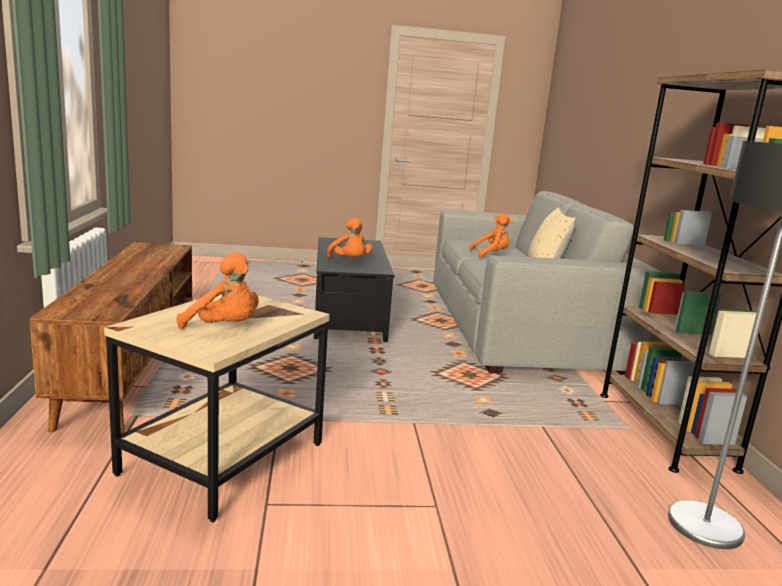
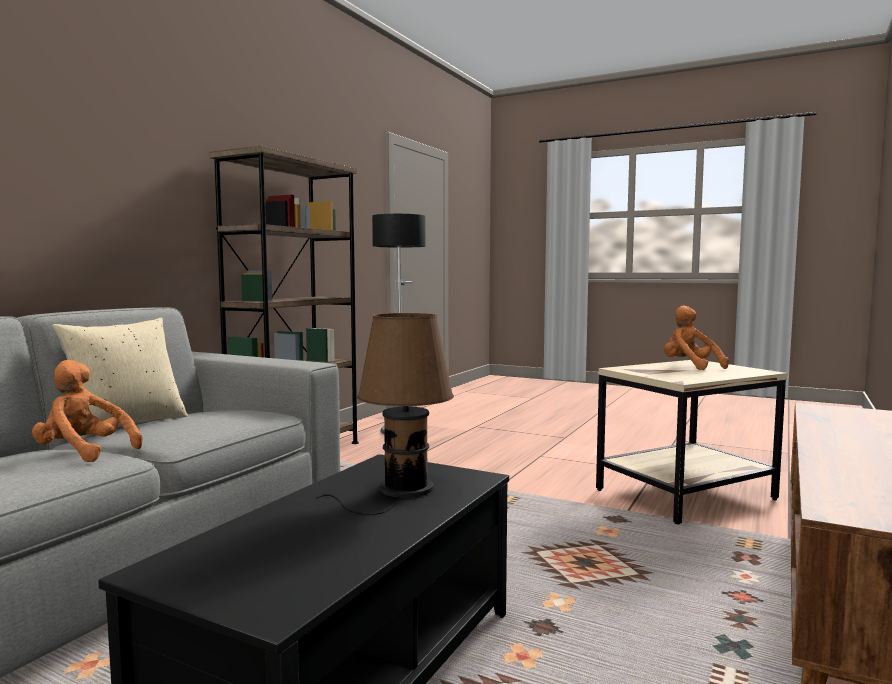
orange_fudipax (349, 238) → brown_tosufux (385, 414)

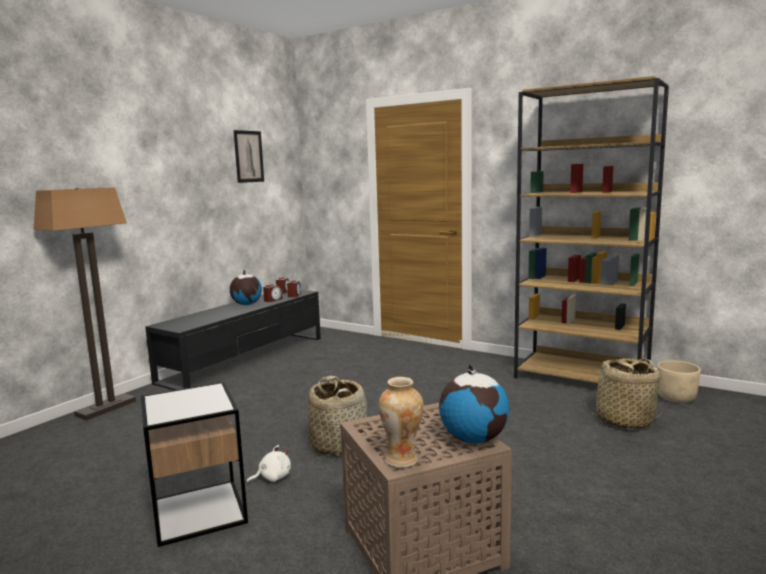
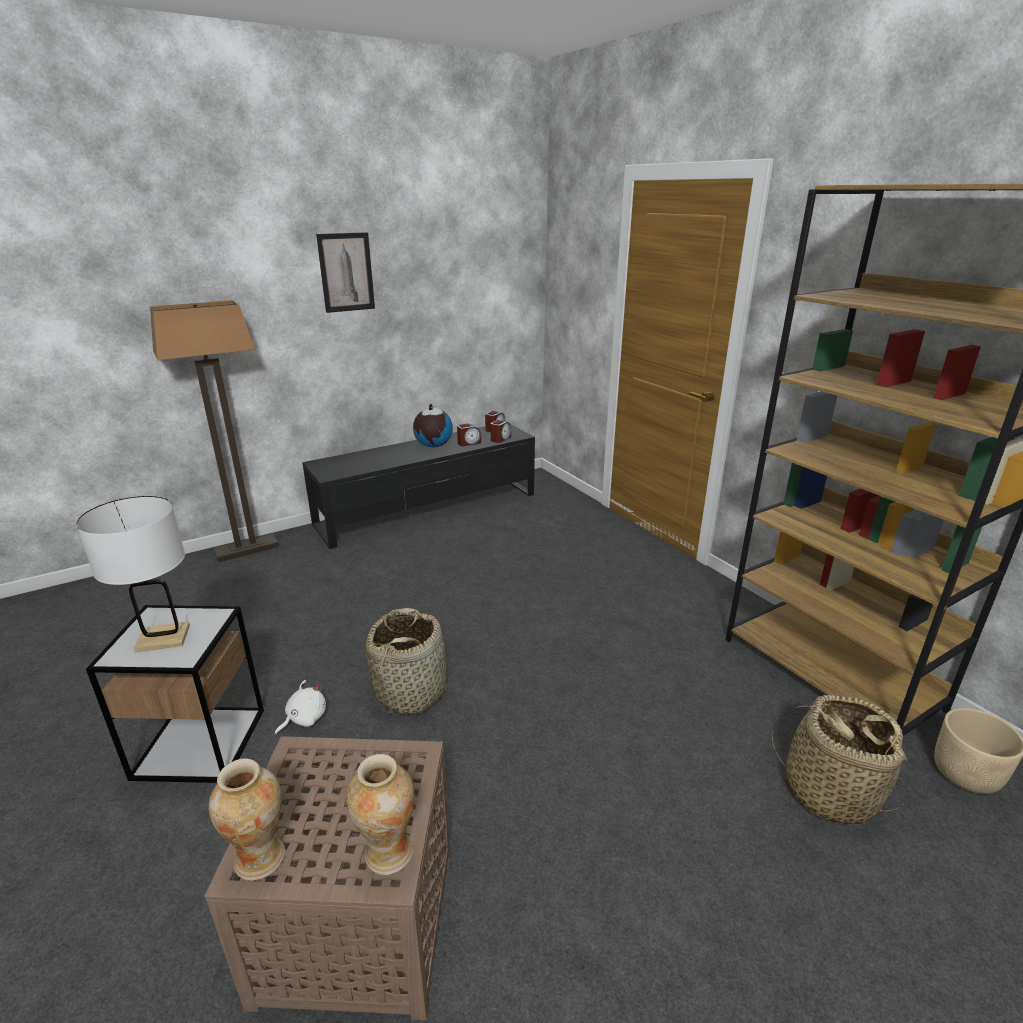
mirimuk (249, 156) → mirimuk (345, 272), shifted
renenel (474, 403) → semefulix (380, 814)
white_fudipax (268, 464) → white_fudipax (300, 707), 45 degrees counterclockwise
- → white_tosufux (133, 574)

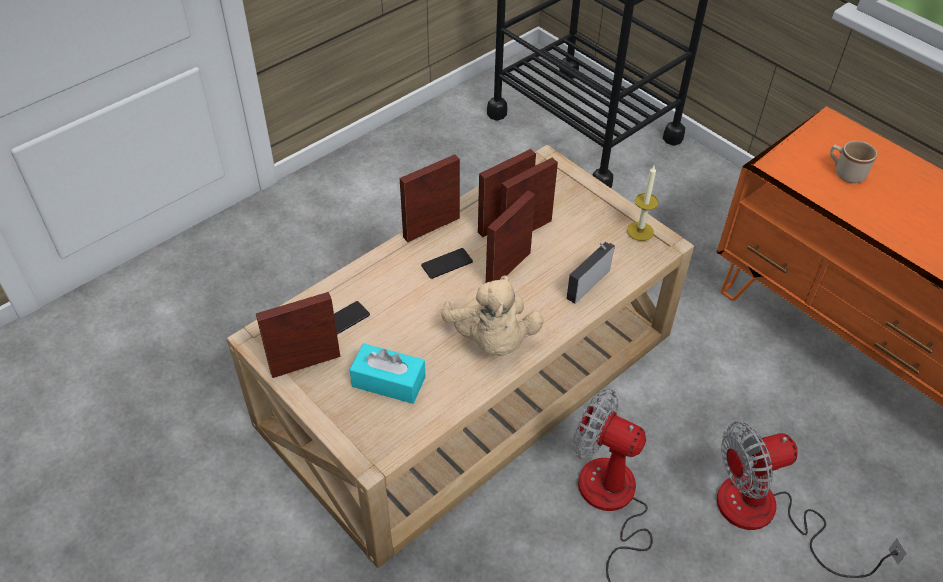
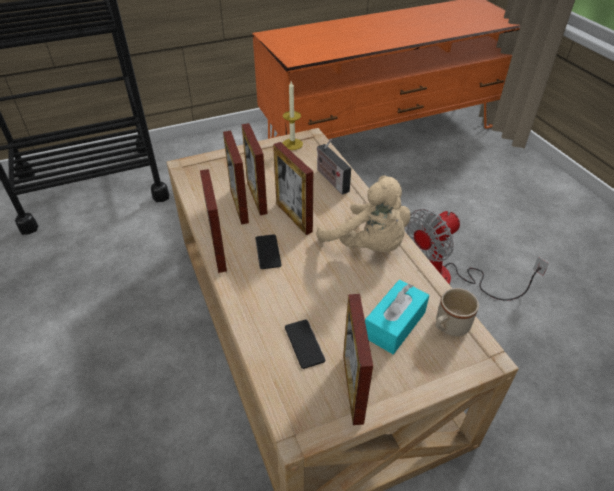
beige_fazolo (853, 162) → beige_fazolo (457, 312), shifted
beige_fudipax (492, 316) → beige_fudipax (364, 213), 45 degrees clockwise
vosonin (812, 500) → -

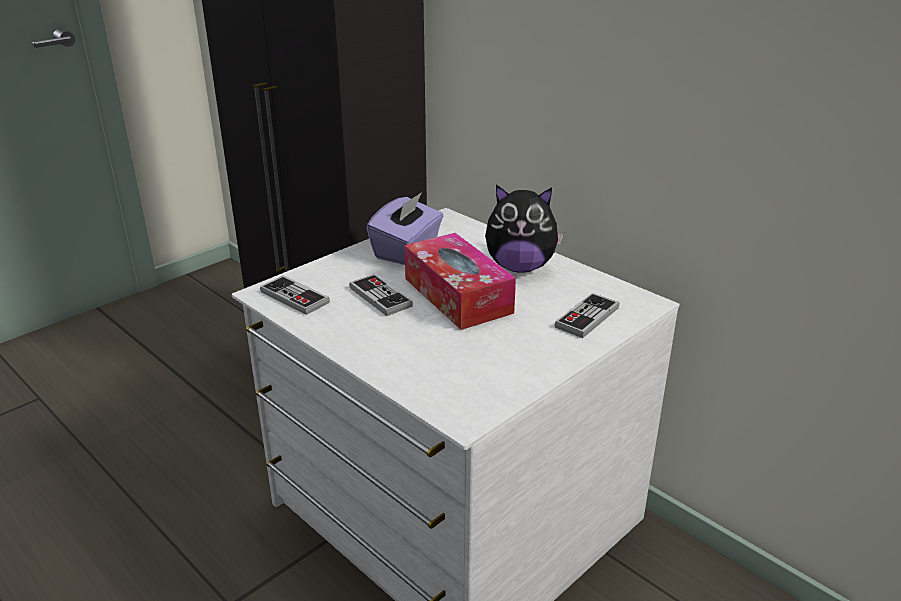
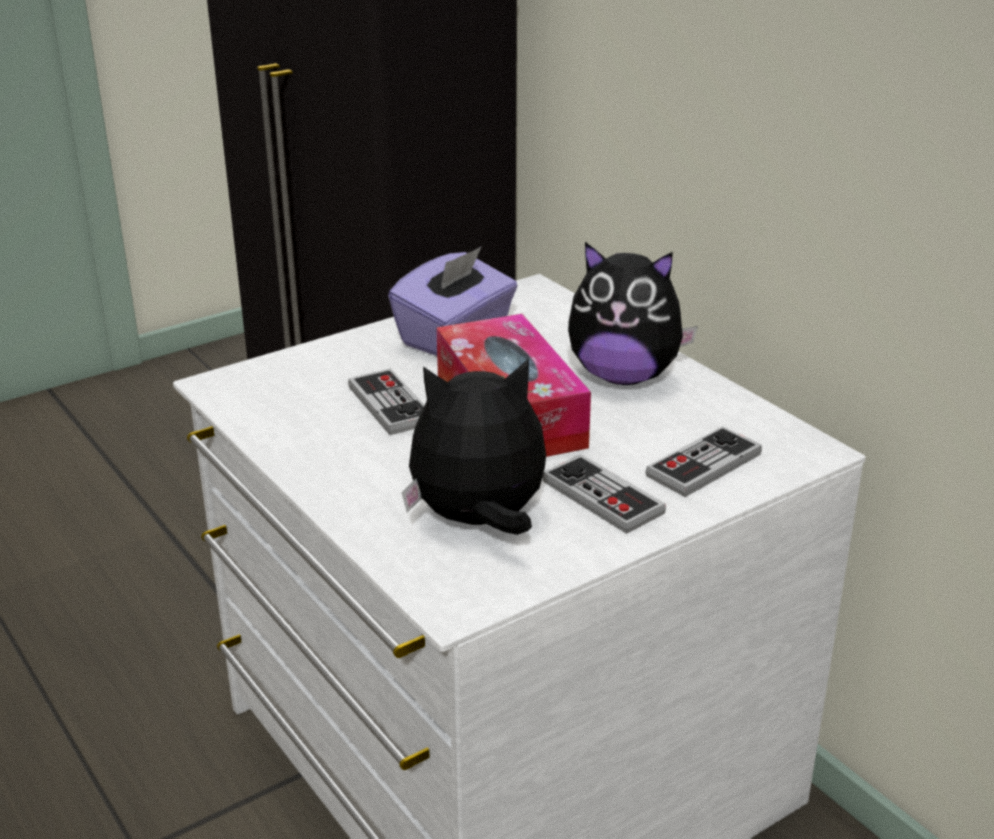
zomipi (295, 295) → zomipi (604, 494), shifted
- → fudipax (474, 446)

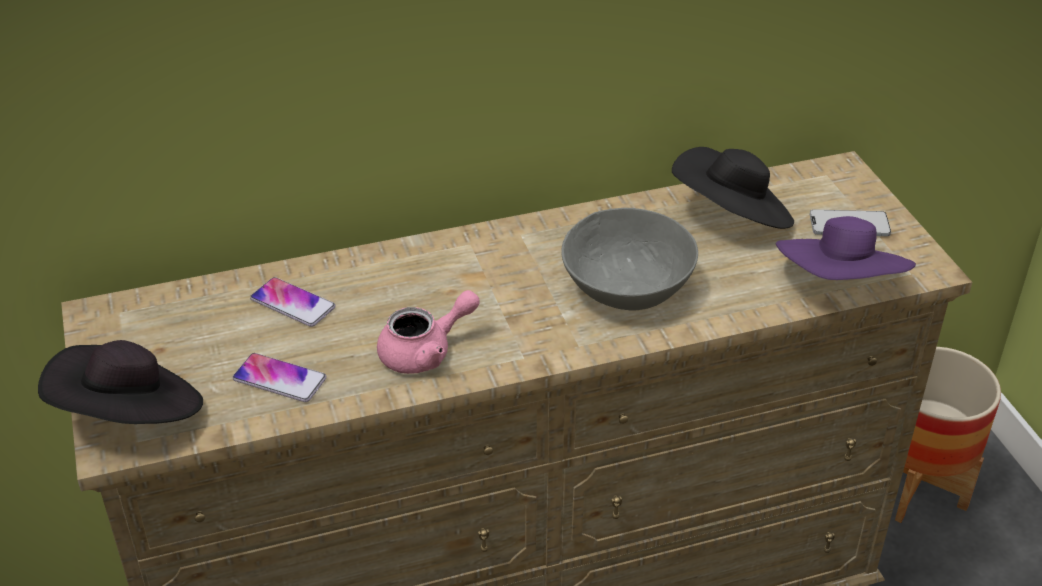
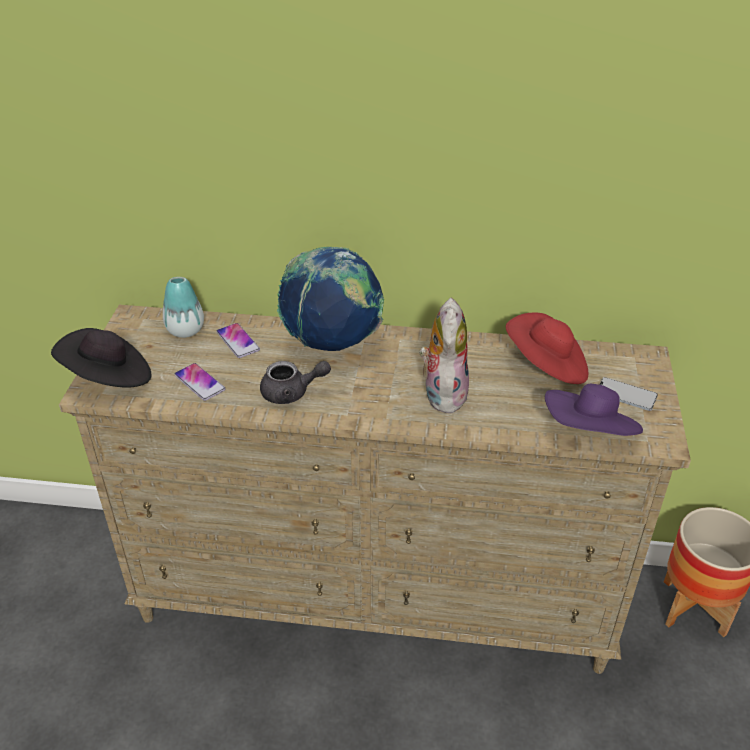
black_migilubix (733, 188) → red_migilubix (547, 348)
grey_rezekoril (629, 259) → fudipax (444, 356)
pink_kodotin (428, 332) → grey_kodotin (295, 382)
- → renenel (330, 299)
- → semefulix (183, 307)

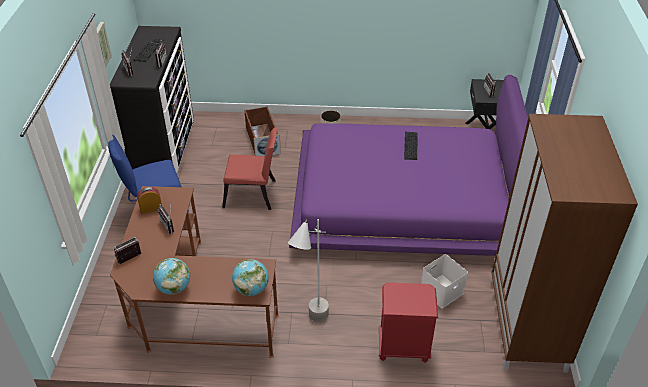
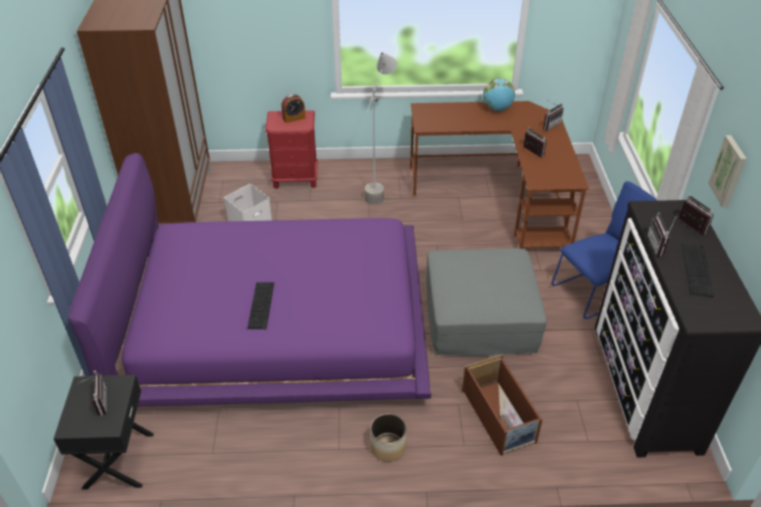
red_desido (249, 168) → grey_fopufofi (486, 302)
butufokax (149, 200) → butufokax (293, 108), shifted
renenel (250, 277) → -

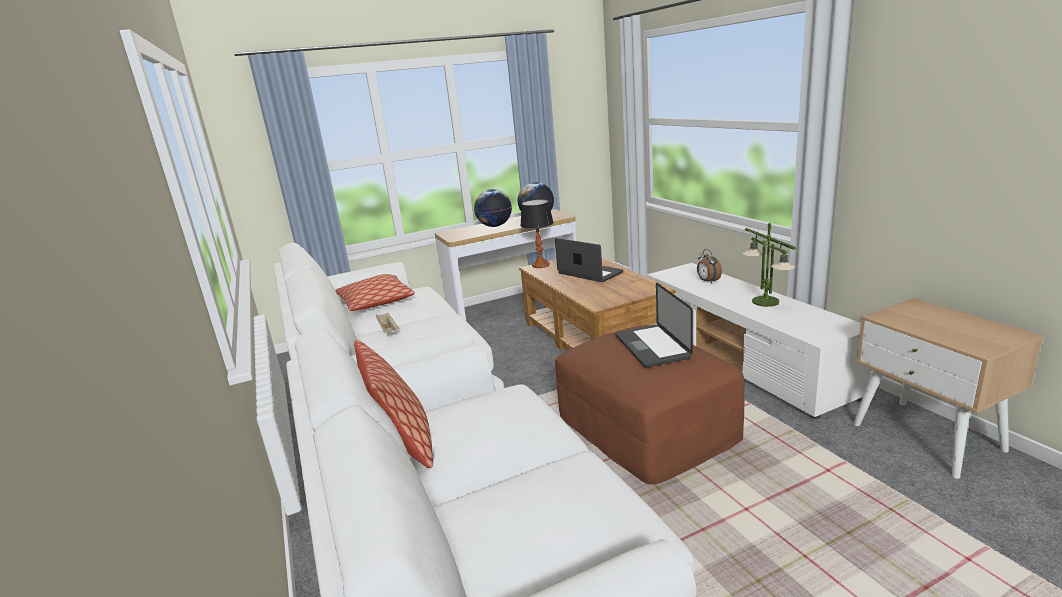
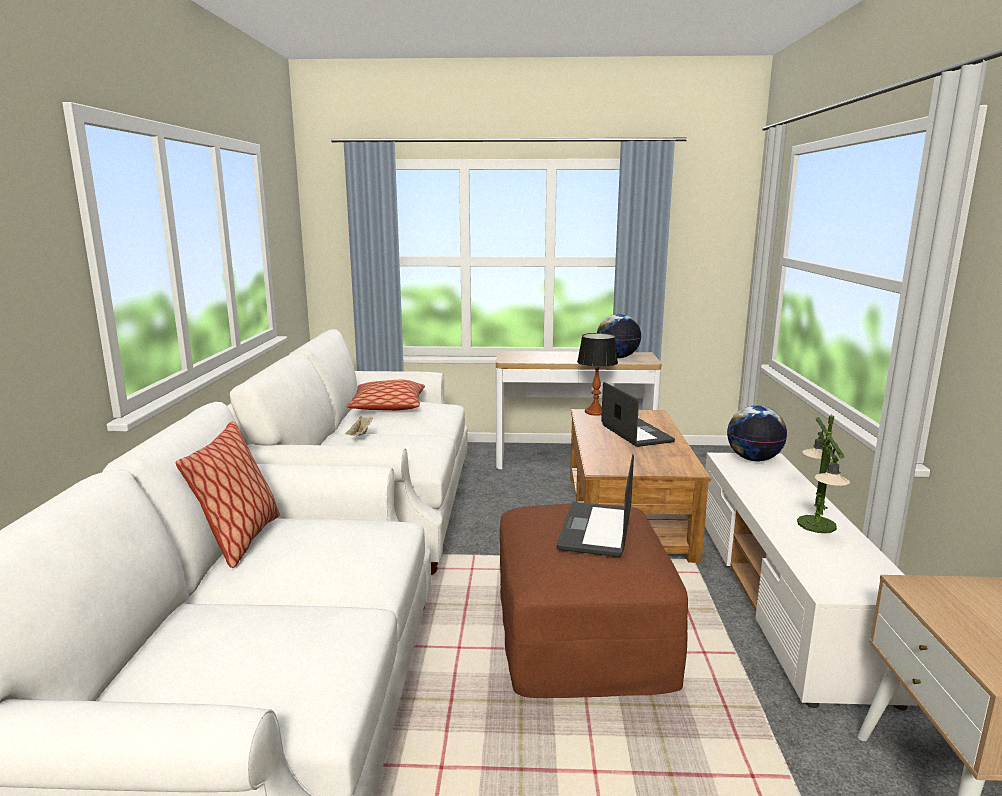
renenel (493, 208) → renenel (757, 433), shifted
butufokax (709, 266) → -

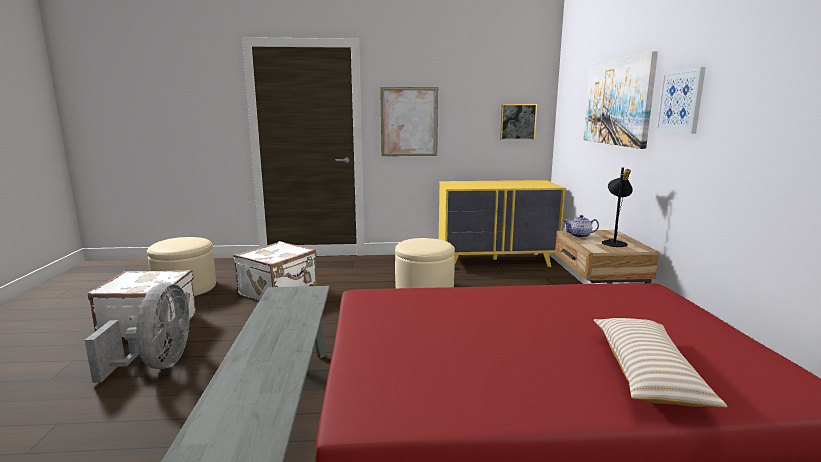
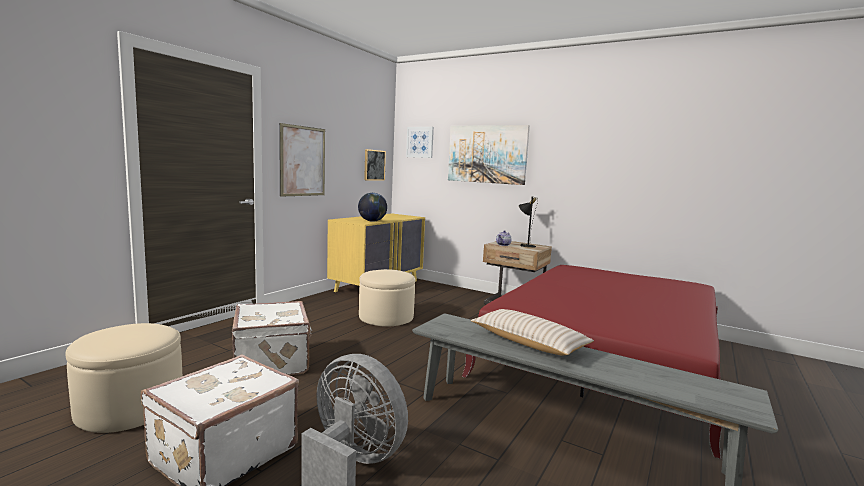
mirimuk (680, 100) → mirimuk (420, 142), shifted
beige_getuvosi (660, 363) → beige_getuvosi (532, 332), shifted
- → renenel (372, 207)

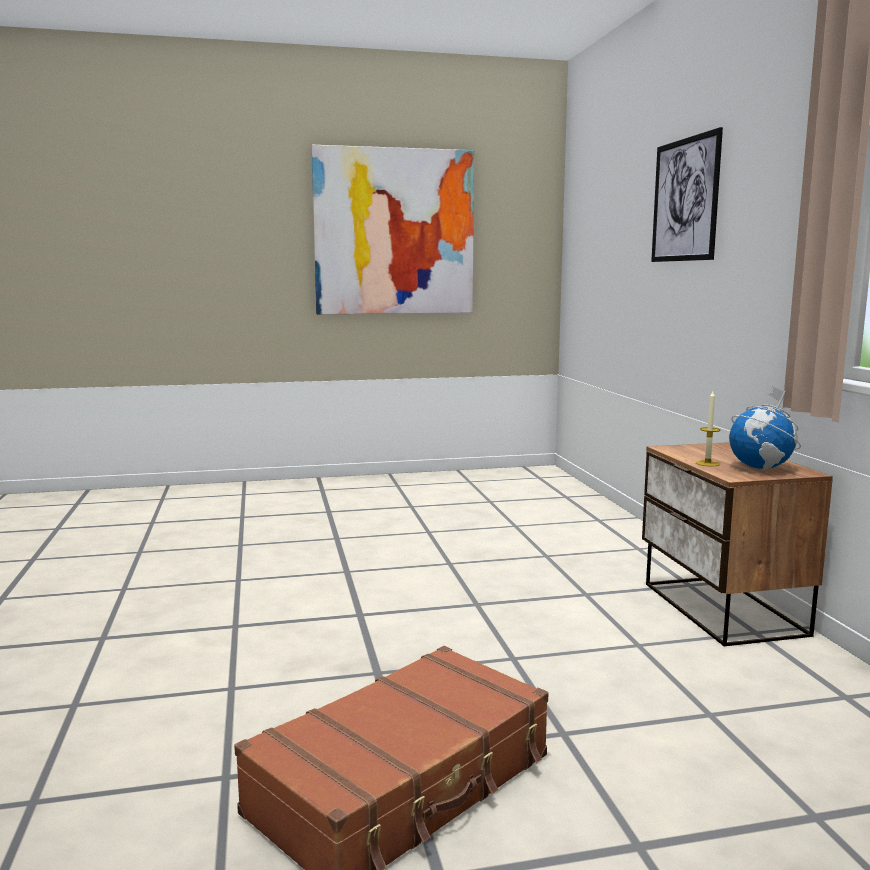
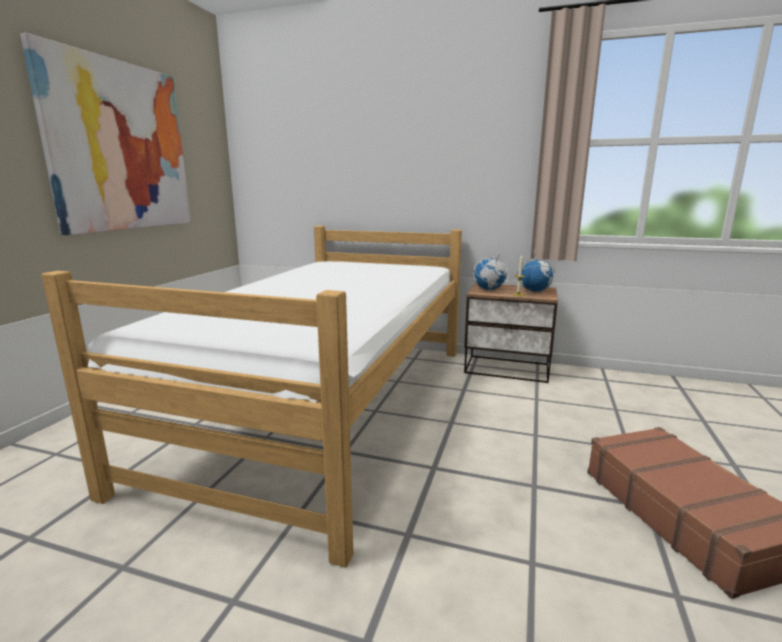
mirimuk (687, 194) → -
- → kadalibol (251, 397)
- → renenel (491, 270)

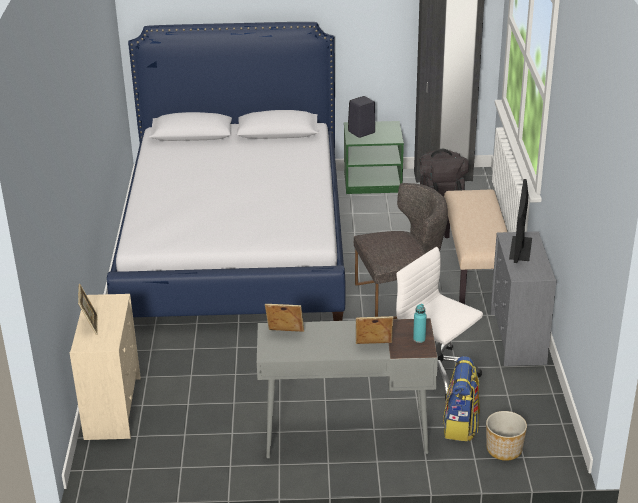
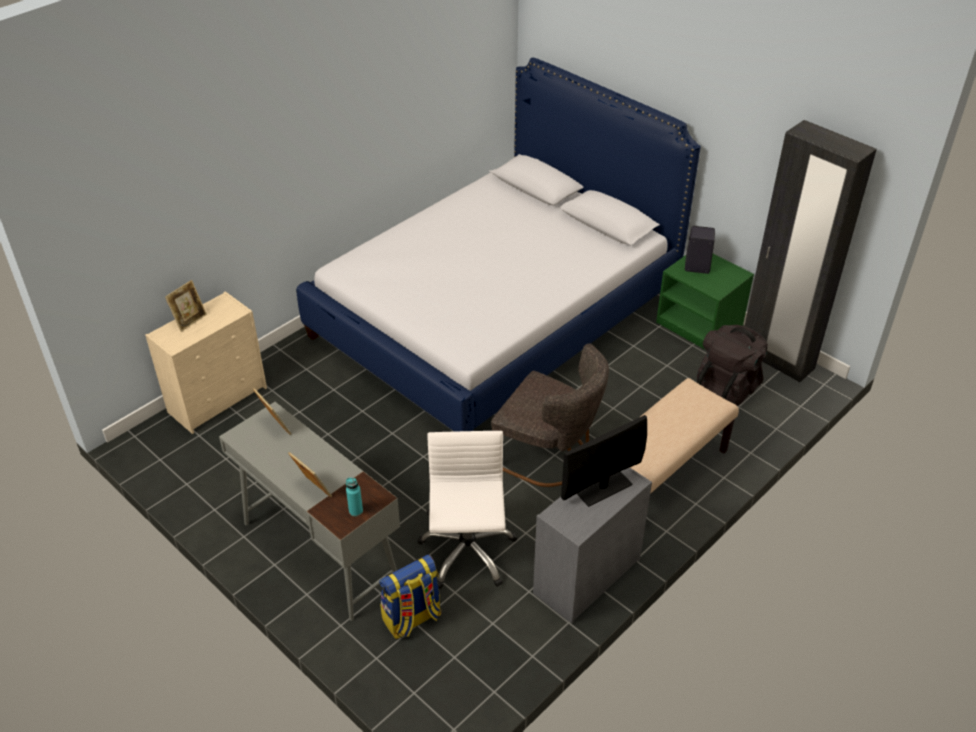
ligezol (506, 436) → -

